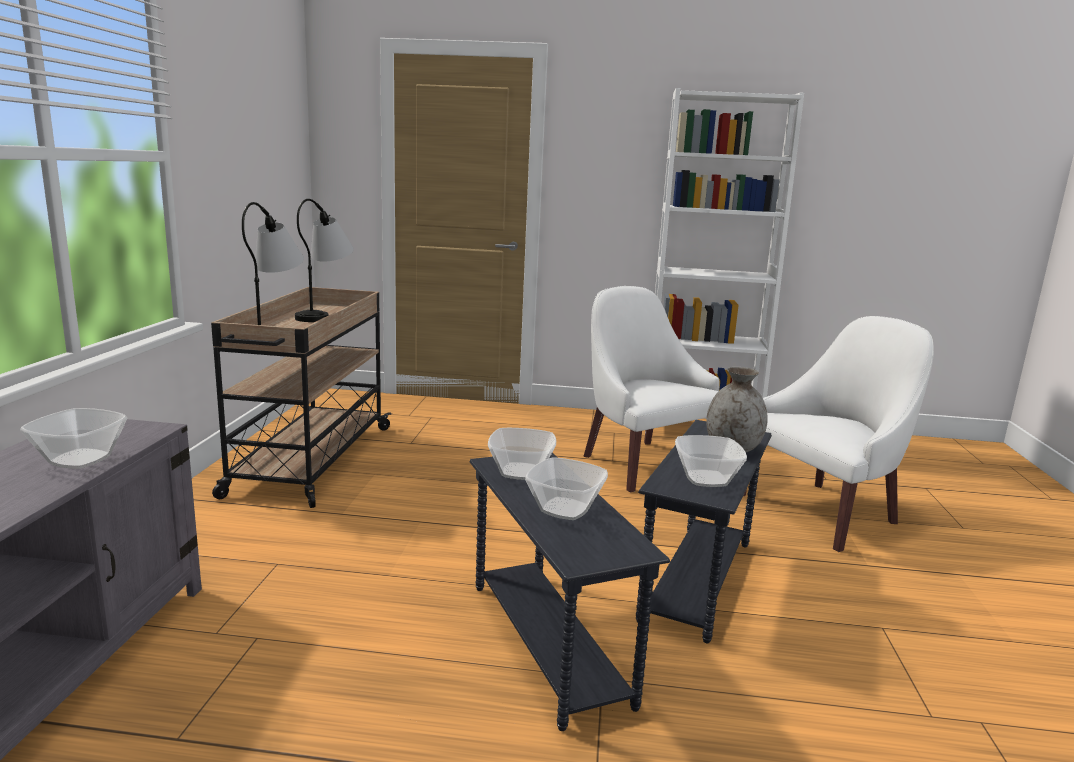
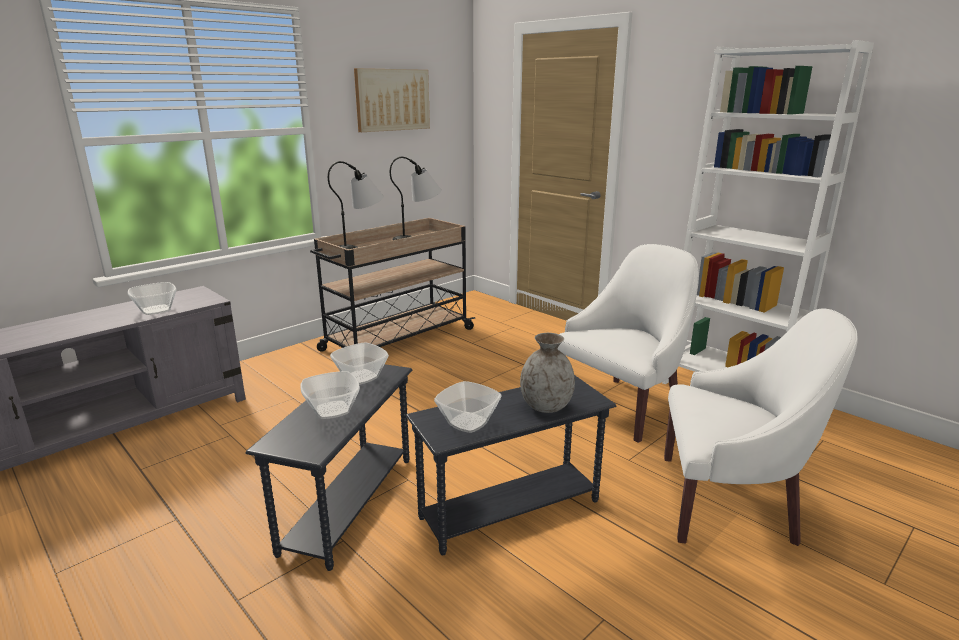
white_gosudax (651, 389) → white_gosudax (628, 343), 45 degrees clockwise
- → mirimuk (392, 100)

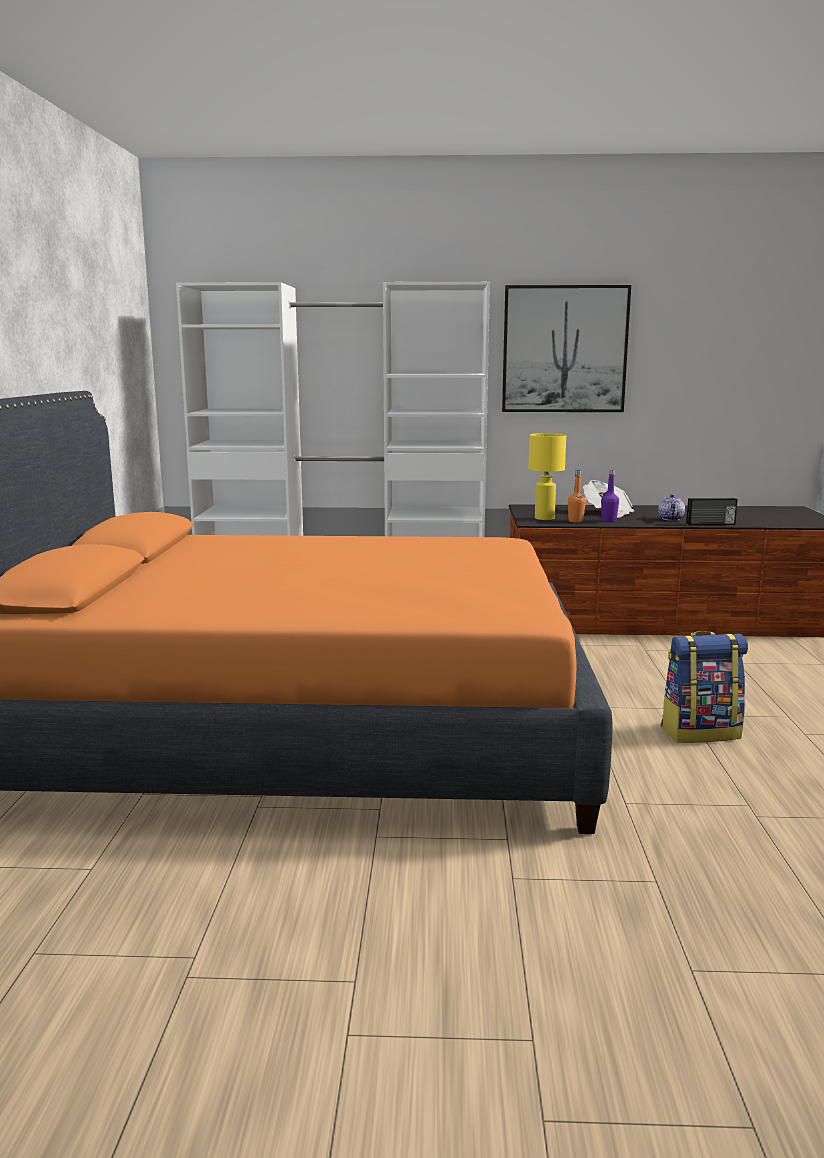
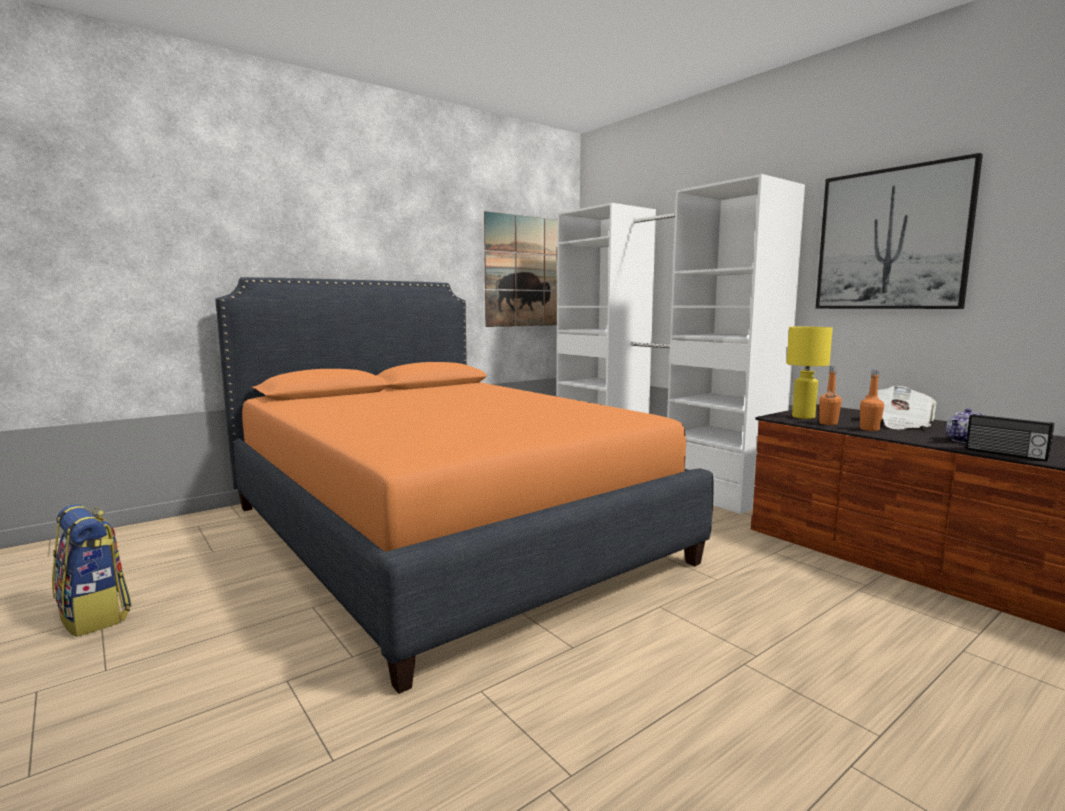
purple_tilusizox (610, 495) → orange_tilusizox (872, 400)
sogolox (704, 687) → sogolox (92, 570), shifted
- → mirimuk (521, 269)

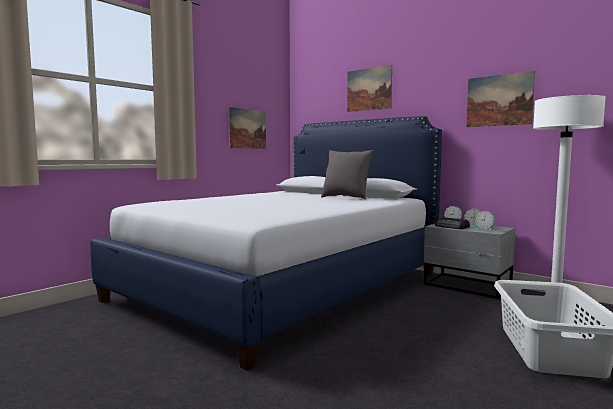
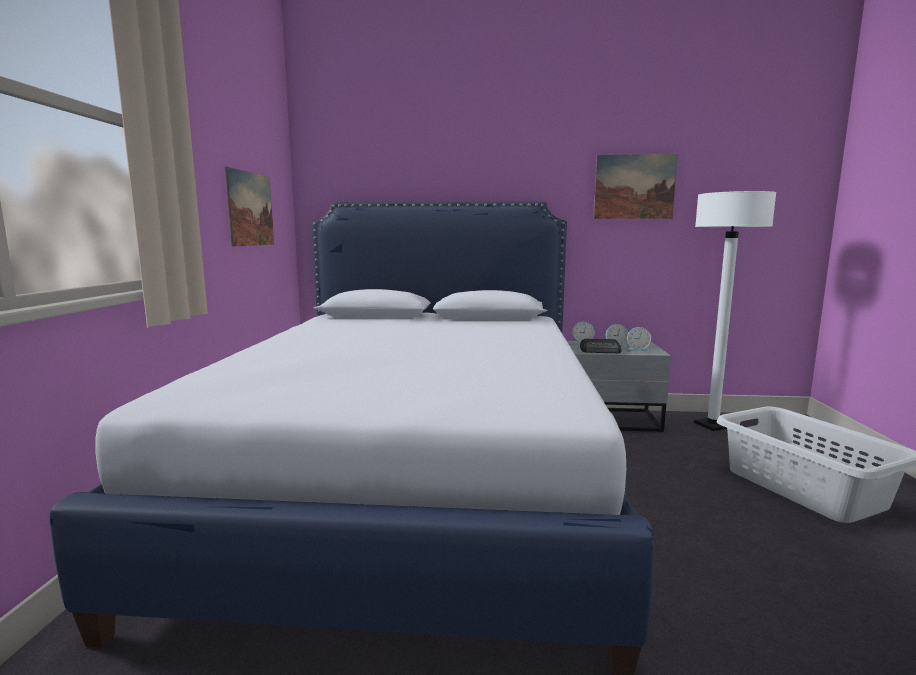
mirimuk (369, 88) → -
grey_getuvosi (347, 174) → -

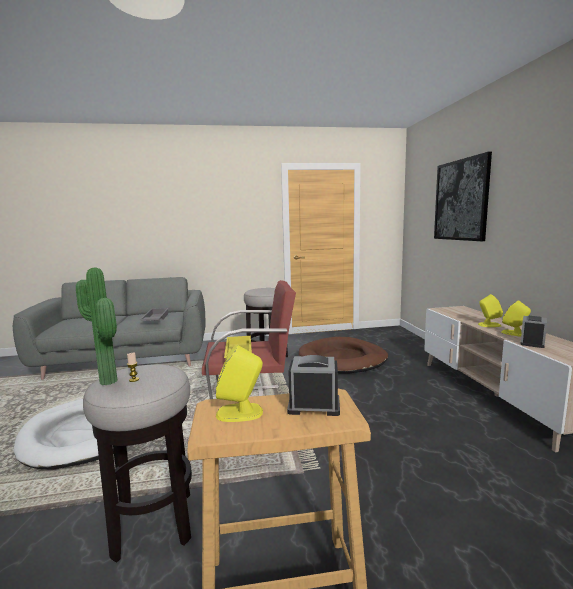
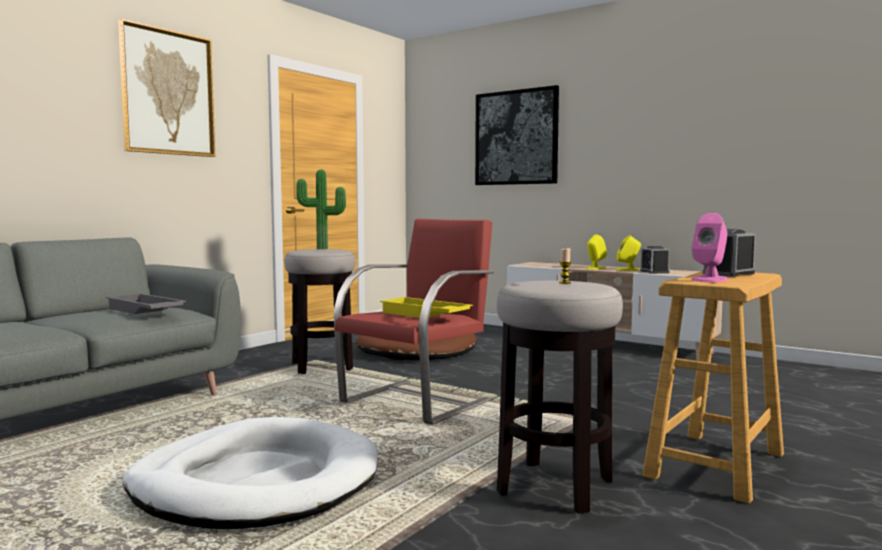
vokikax (96, 326) → vokikax (321, 209), shifted
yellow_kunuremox (239, 383) → pink_kunuremox (709, 247)
- → mirimuk (166, 88)

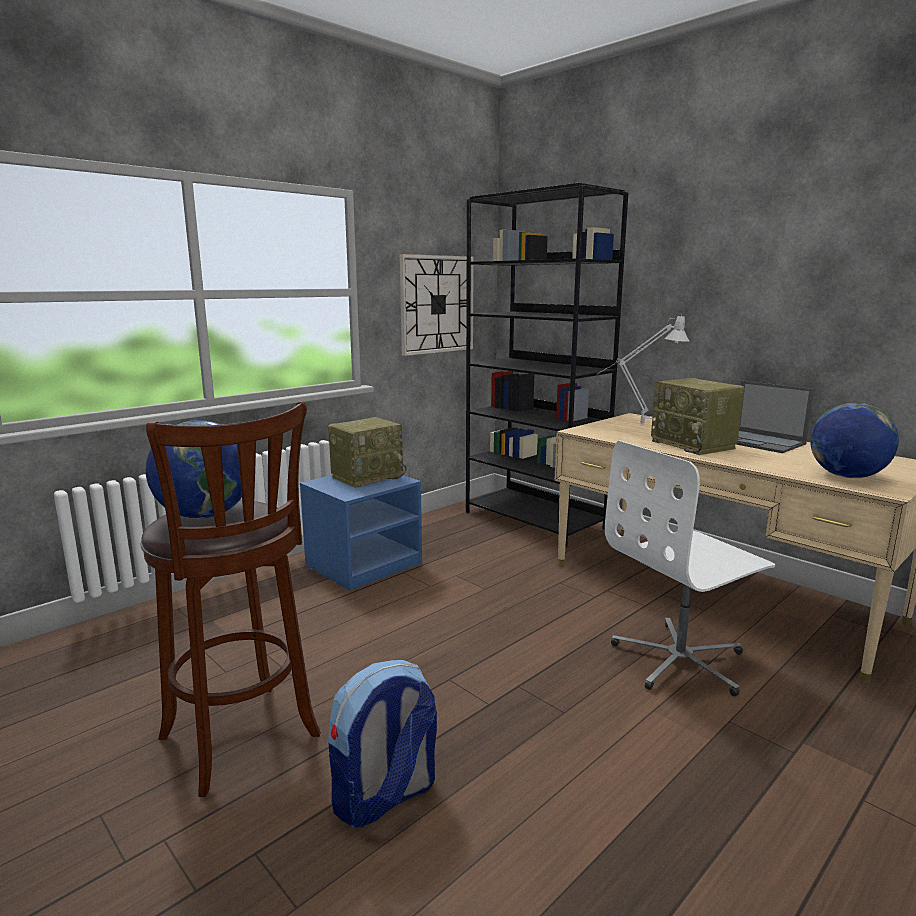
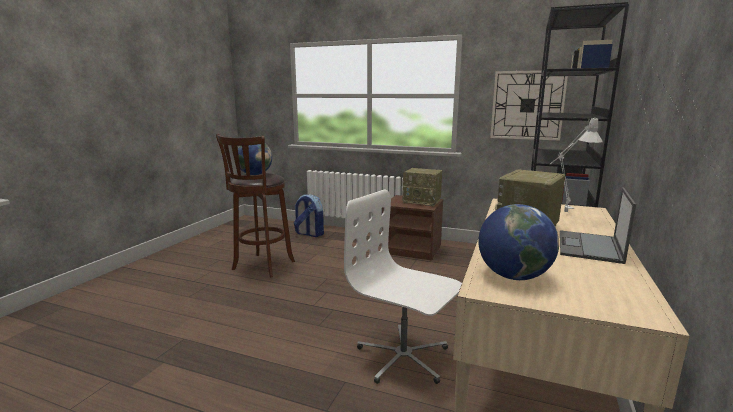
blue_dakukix (361, 533) → brown_dakukix (412, 228)
sogolox (382, 744) → sogolox (309, 215), shifted

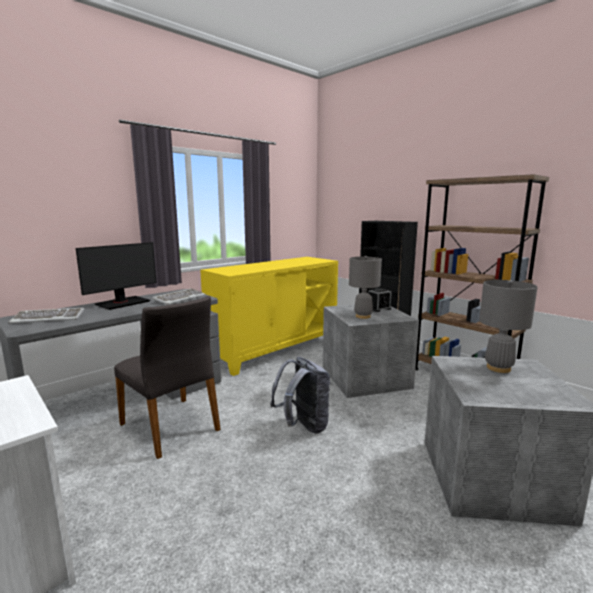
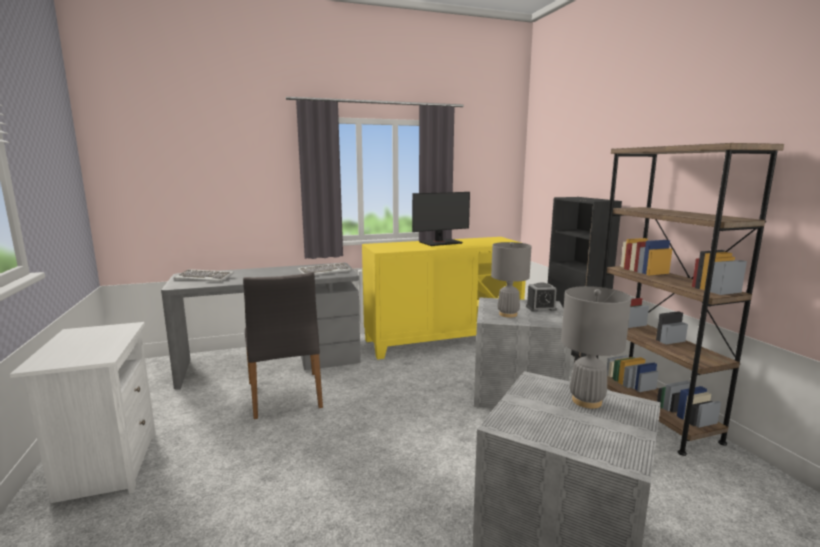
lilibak (116, 276) → lilibak (441, 219), shifted
grey_sogolox (300, 395) → -

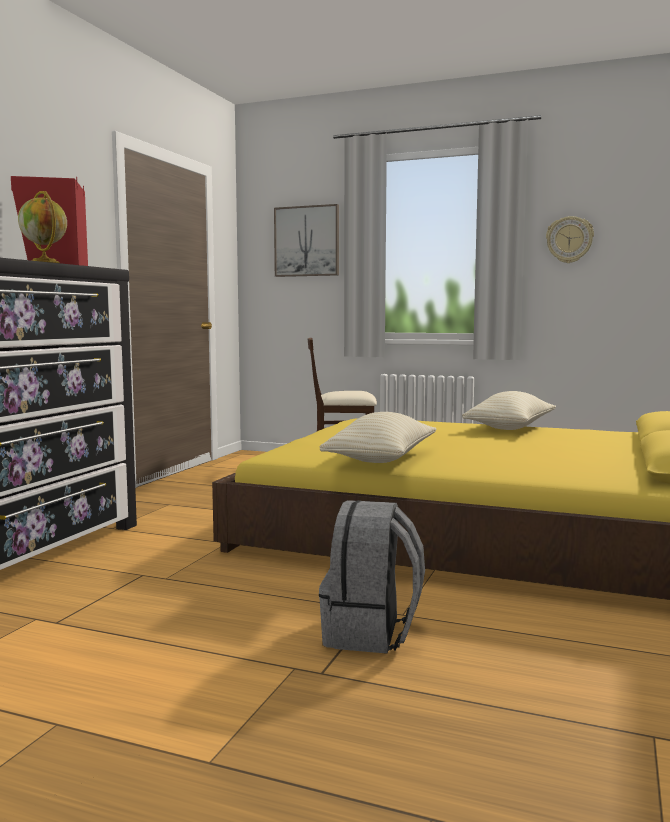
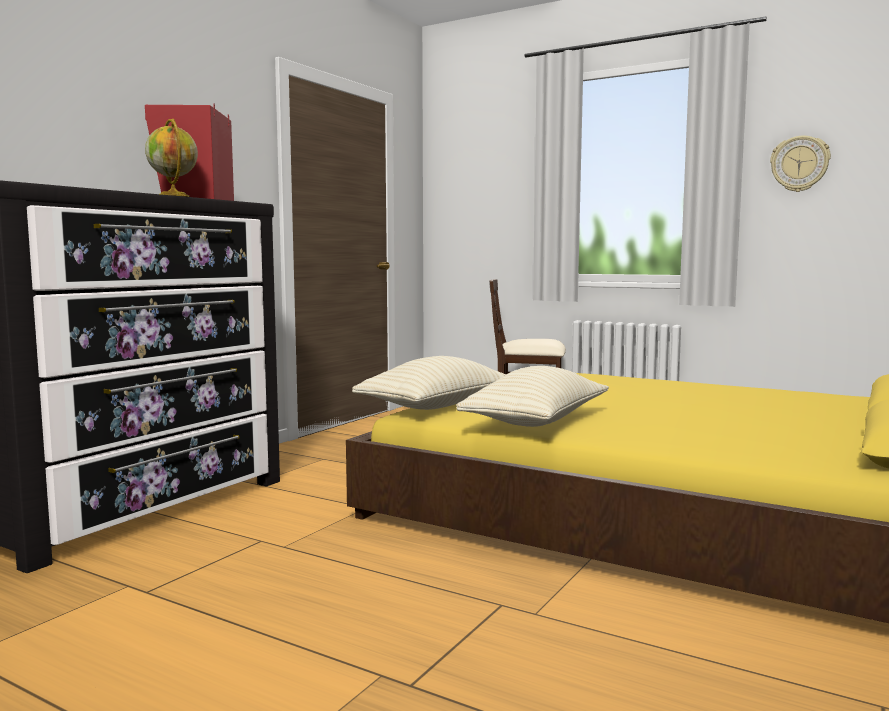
mirimuk (306, 240) → -
beige_getuvosi (509, 410) → beige_getuvosi (429, 383), shifted
grey_sogolox (372, 577) → -

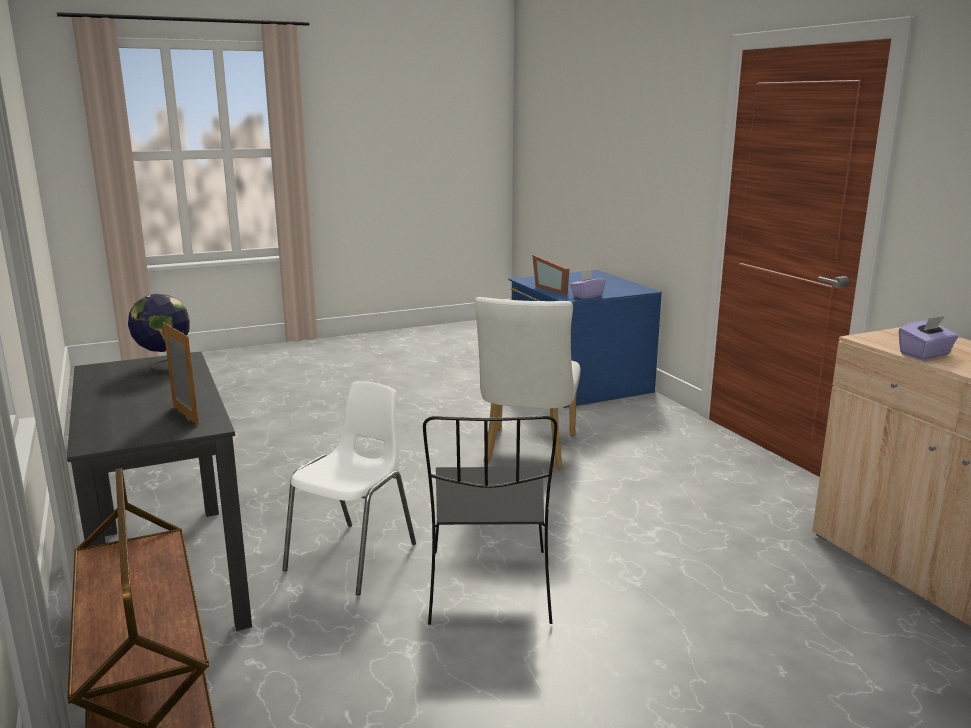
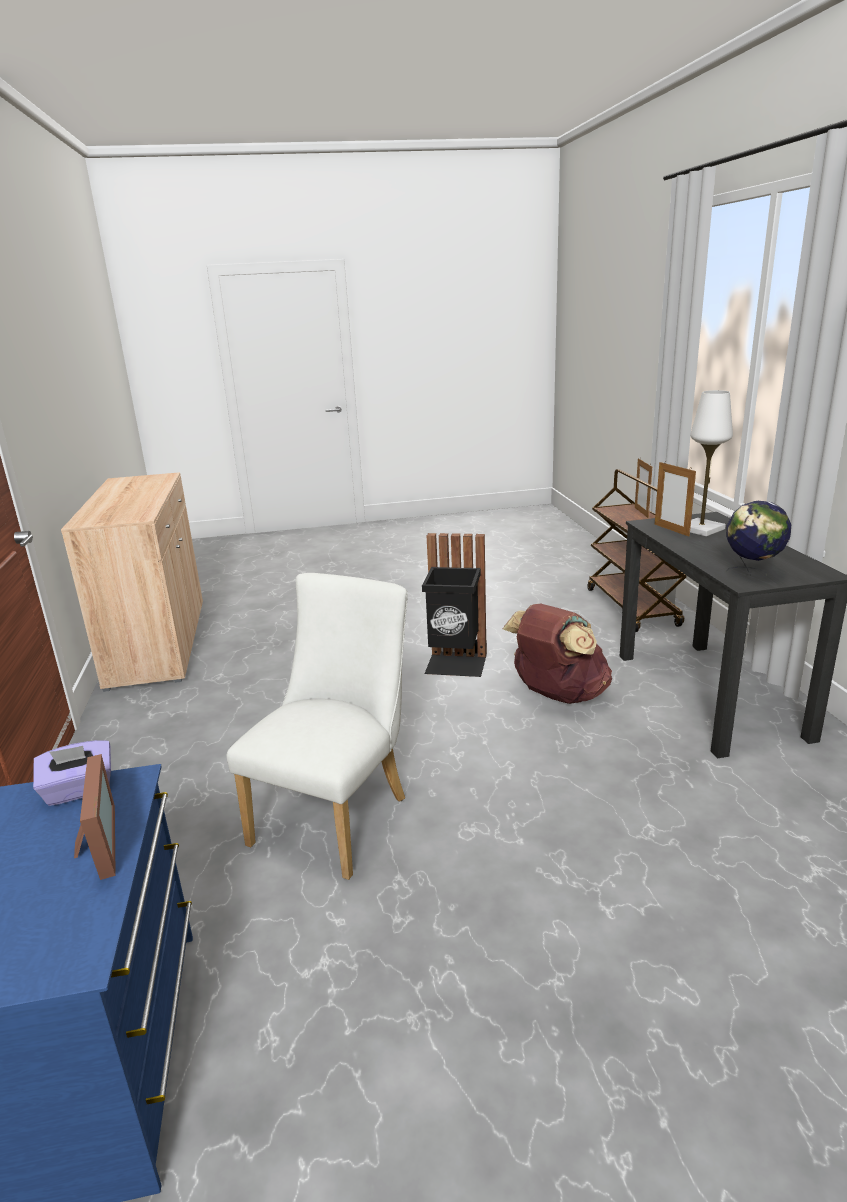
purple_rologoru (929, 338) → -
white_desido (349, 488) → brown_sogolox (557, 653)
black_desido (490, 520) → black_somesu (454, 605)
- → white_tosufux (711, 463)
- → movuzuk (643, 488)

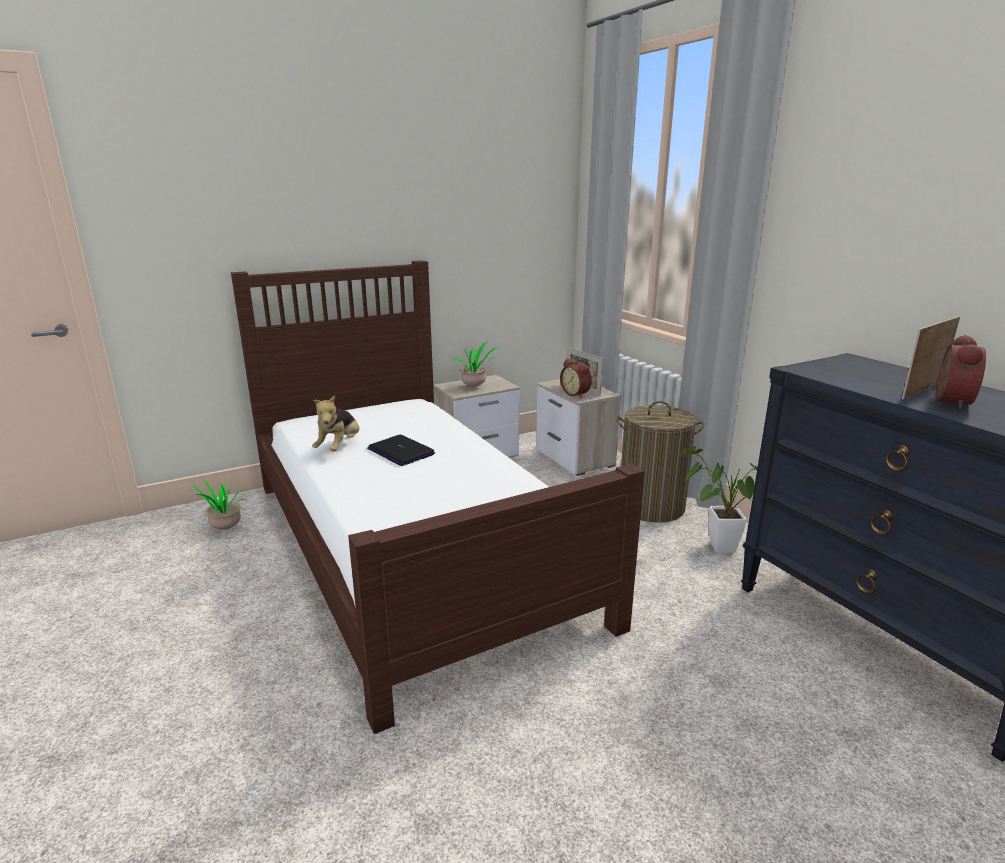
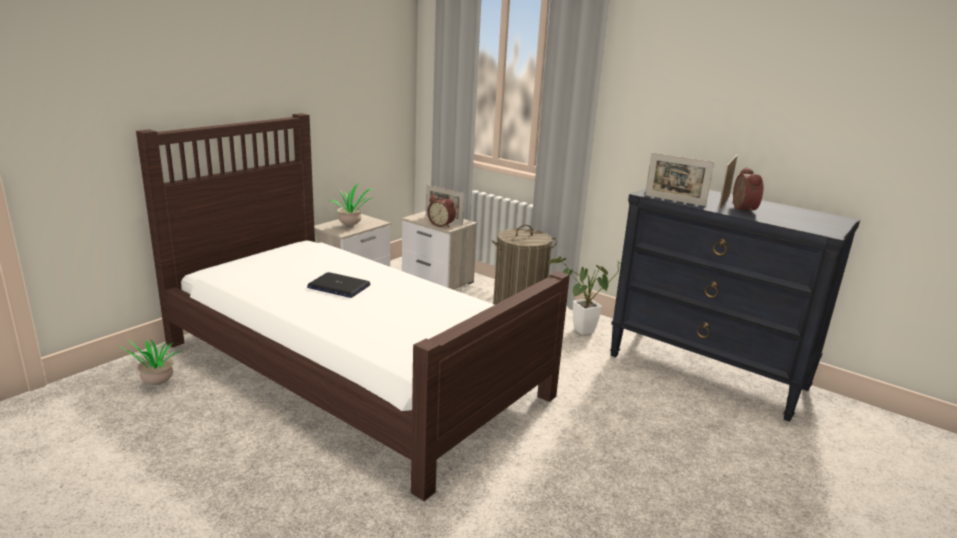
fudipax (335, 423) → -
- → movuzuk (679, 179)

